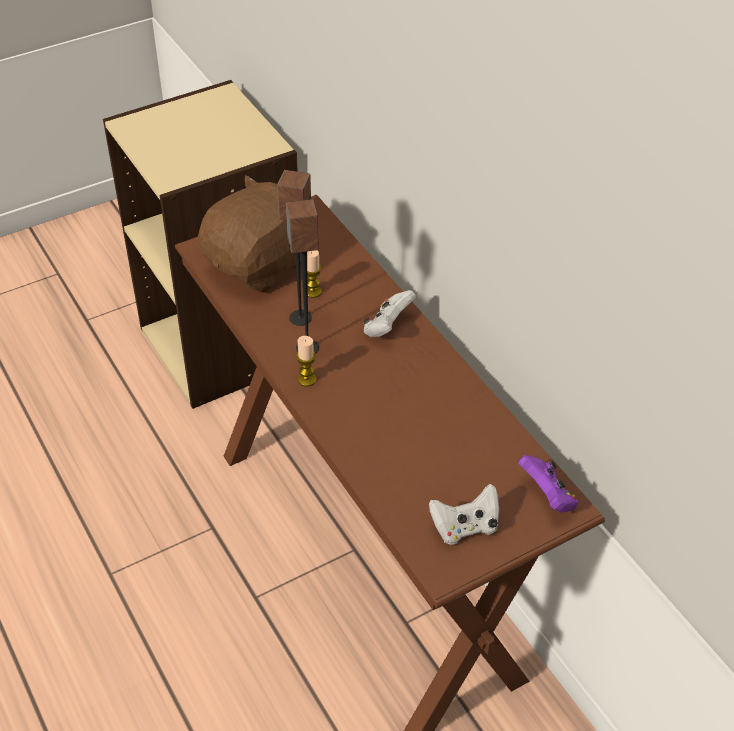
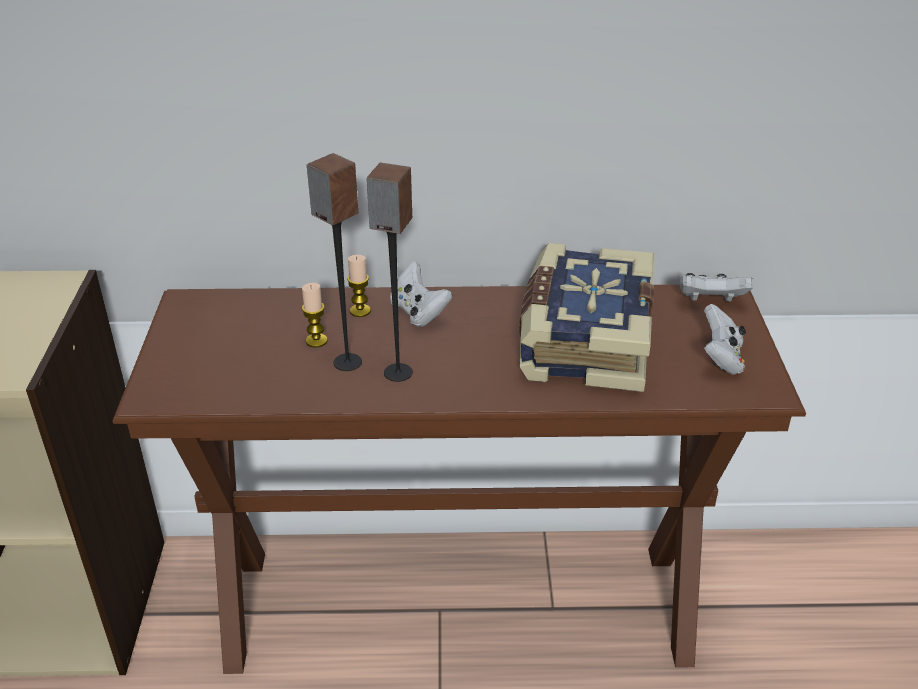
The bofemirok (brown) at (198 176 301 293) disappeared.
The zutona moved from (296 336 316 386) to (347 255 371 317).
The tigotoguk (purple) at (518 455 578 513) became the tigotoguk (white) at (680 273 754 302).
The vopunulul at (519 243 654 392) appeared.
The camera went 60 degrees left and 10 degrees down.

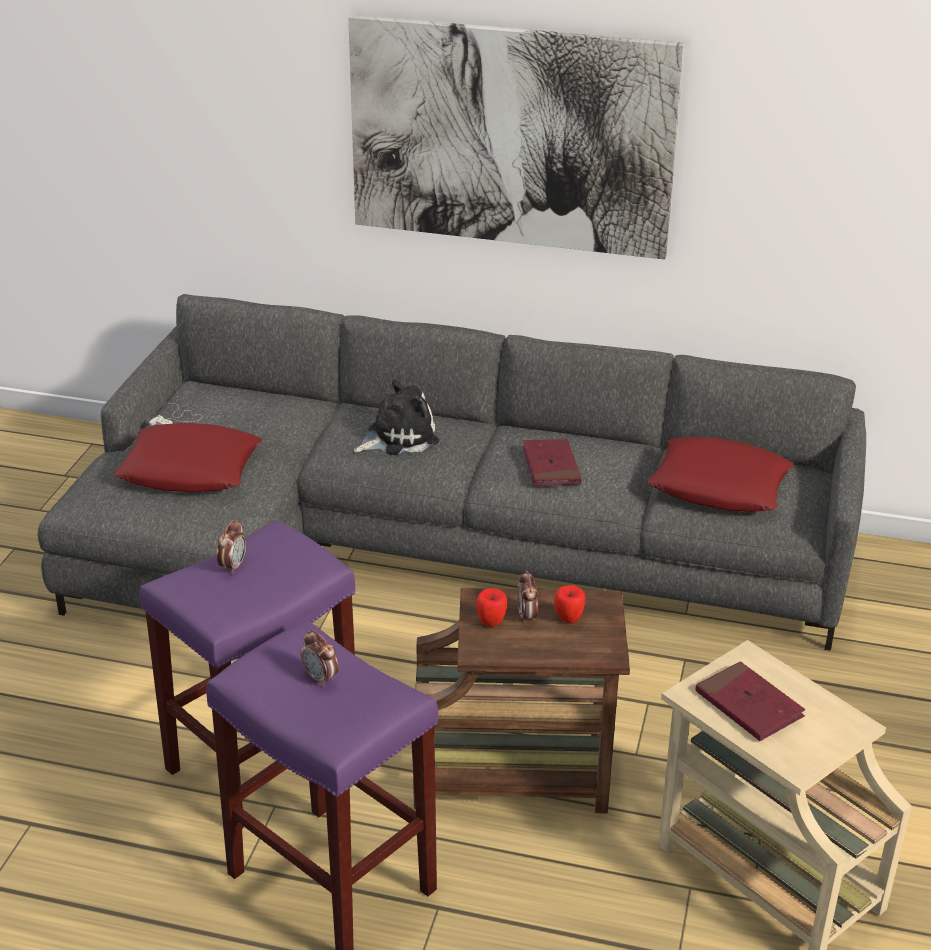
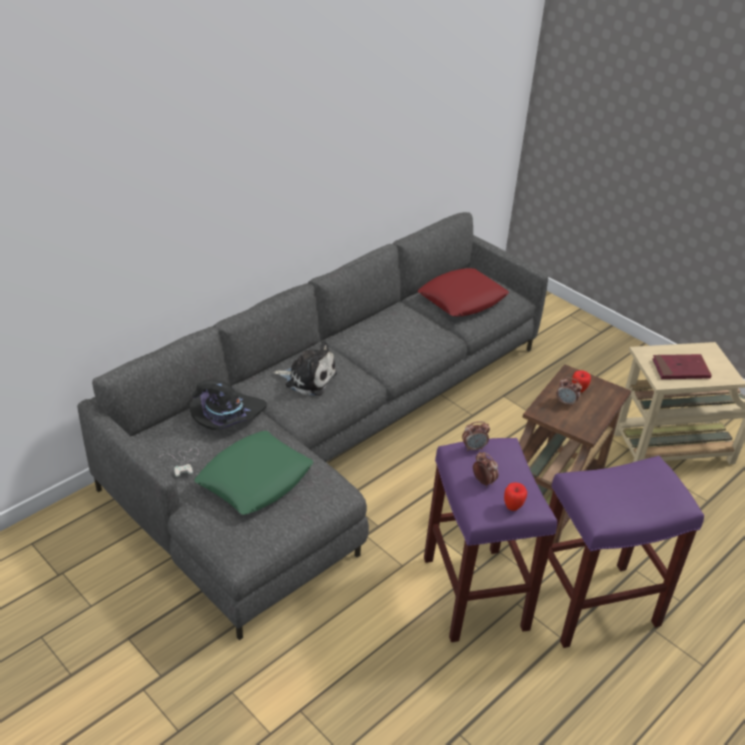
The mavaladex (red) at (114 423 262 492) became the mavaladex (green) at (194 431 313 515).
The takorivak moved from (301 630 339 687) to (462 421 490 451).
The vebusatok at (348 15 685 260) disappeared.
The bofemirok at (354 379 439 455) turned 105 degrees clockwise.
The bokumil moved from (476 588 507 626) to (504 482 527 511).
The vopunulul (red) at (522 439 581 486) disappeared.
The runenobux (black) at (190 380 267 430) appeared.
The camera went 60 degrees left and 5 degrees up.

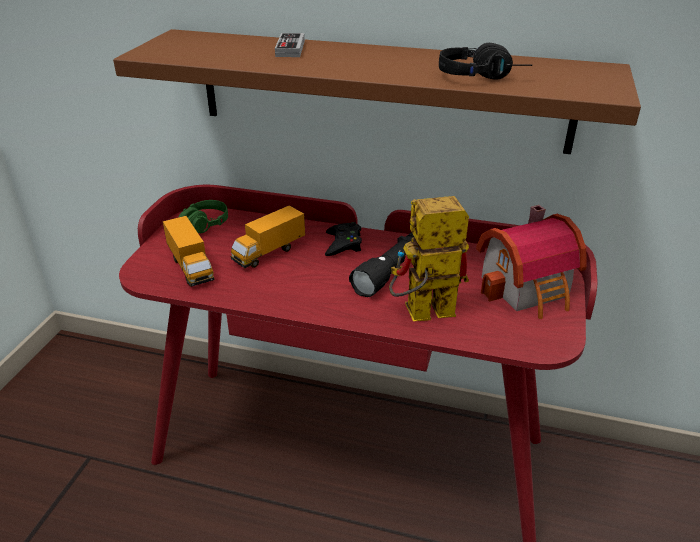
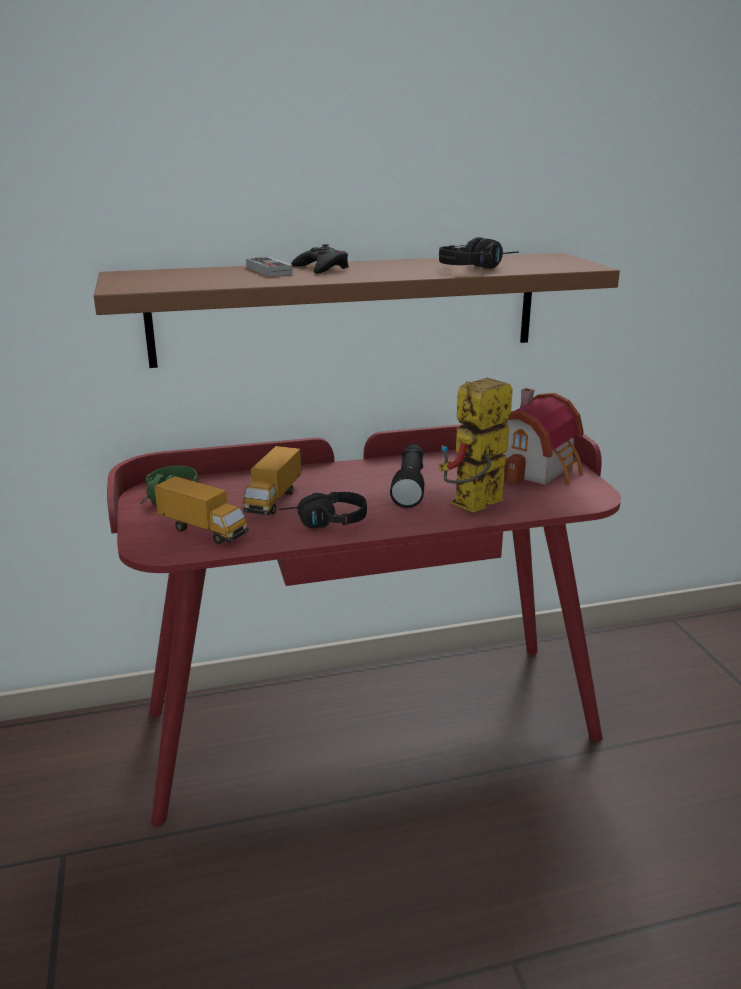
The tigotoguk (black) moved from (325 222 362 256) to (291 244 349 274).
The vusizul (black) at (279 492 367 528) appeared.
The camera went 30 degrees left and 10 degrees down.

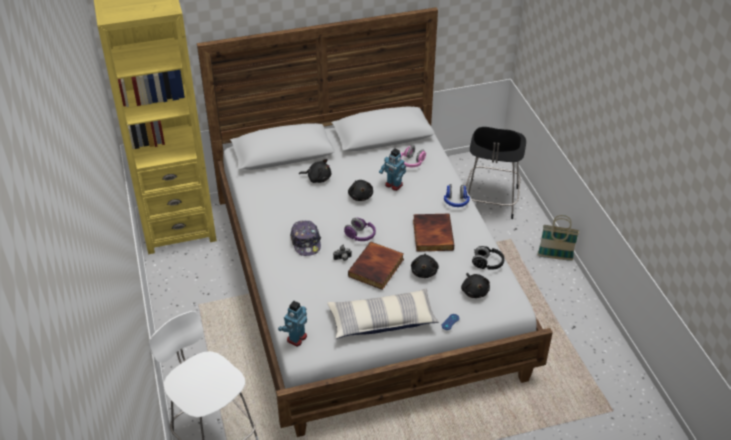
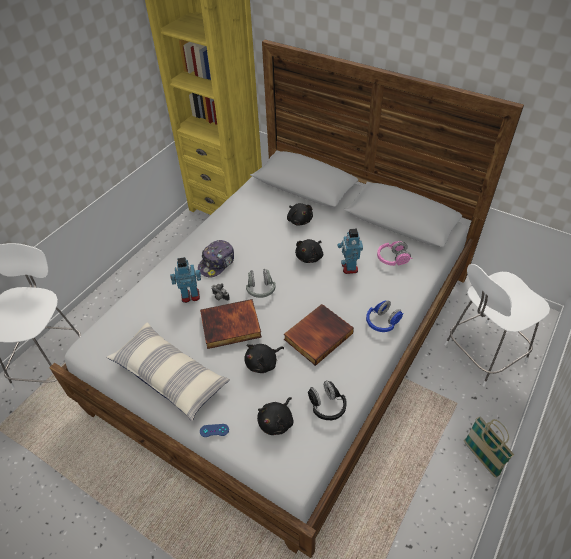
The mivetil moved from (278 301 307 347) to (170 257 201 303).
The vusizul (purple) at (344 218 376 241) became the vusizul (grey) at (246 269 276 298).
The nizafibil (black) at (466 127 526 219) became the nizafibil (white) at (444 264 550 387).
The camera went 50 degrees right and 5 degrees up.

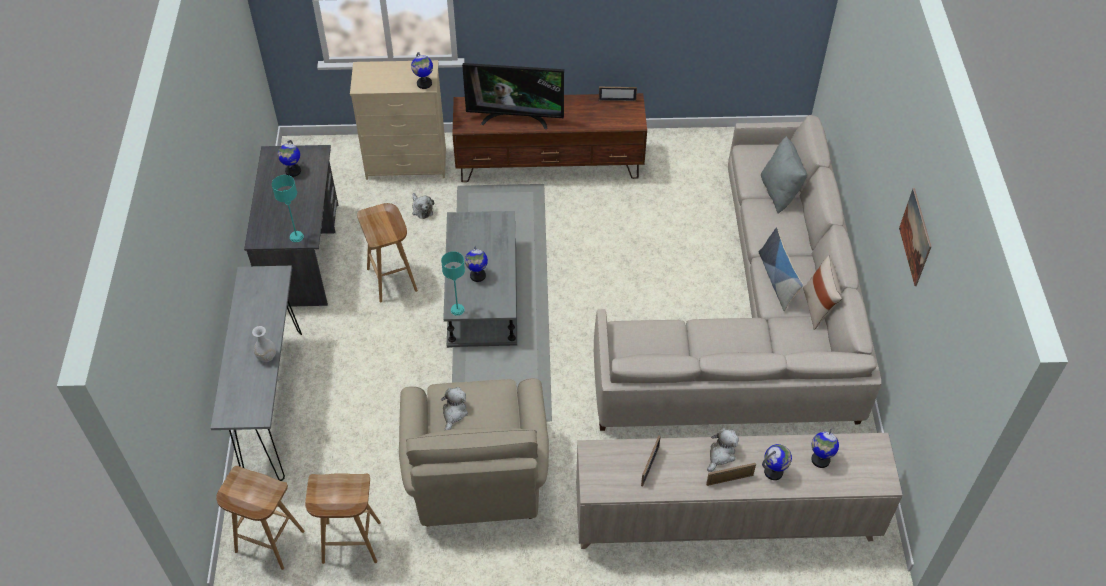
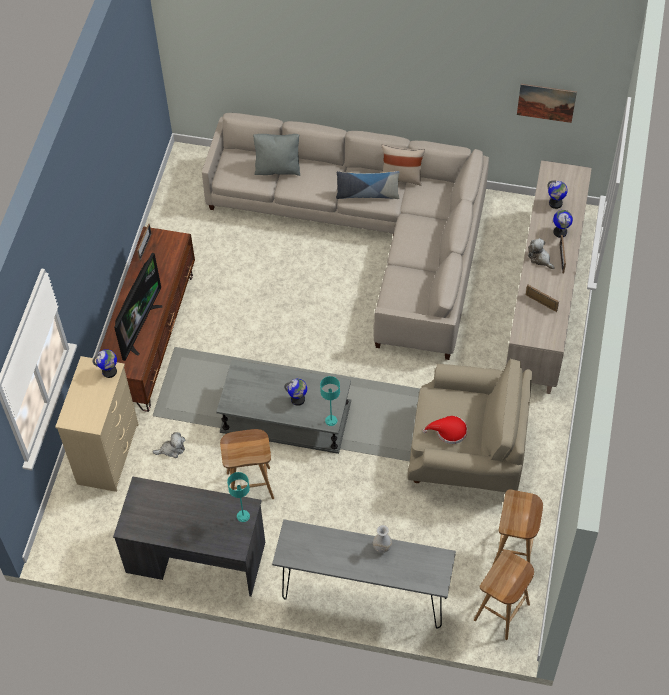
The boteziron at (278 140 301 177) disappeared.
The bofemirok at (441 387 468 430) was replaced by the runenobux (red) at (422 416 467 444).
The vebusatok moved from (899 188 931 286) to (517 84 577 123).
The camera went 75 degrees left and 5 degrees up.

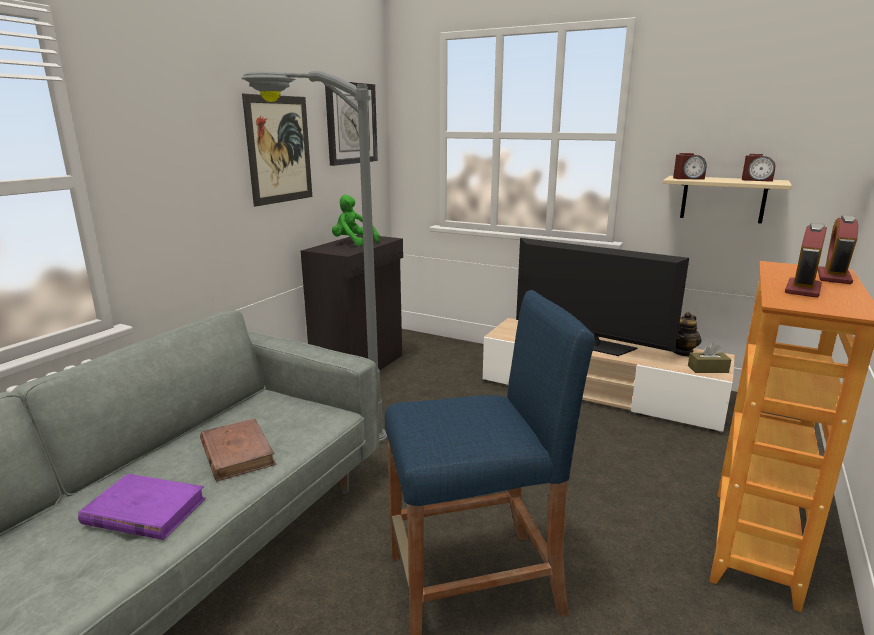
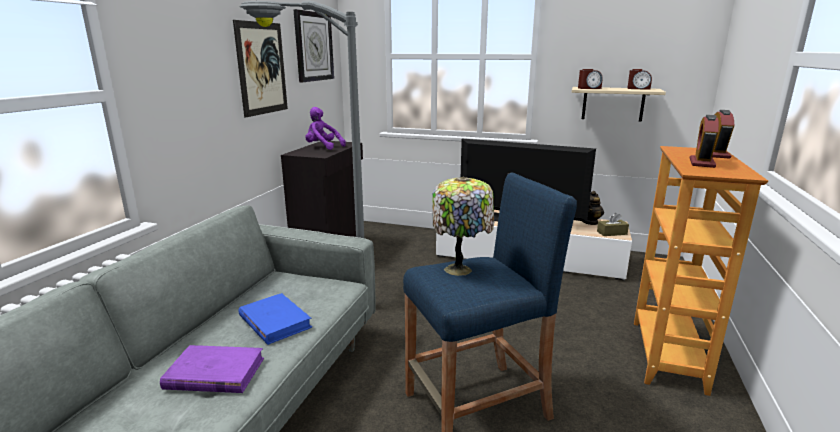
The vopunulul (brown) at (200 419 276 482) became the vopunulul (blue) at (238 293 312 345).
The bofemirok (green) at (332 195 380 246) became the bofemirok (purple) at (305 107 346 150).
The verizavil at (432 177 494 276) appeared.
The camera went 10 degrees left and 0 degrees up.

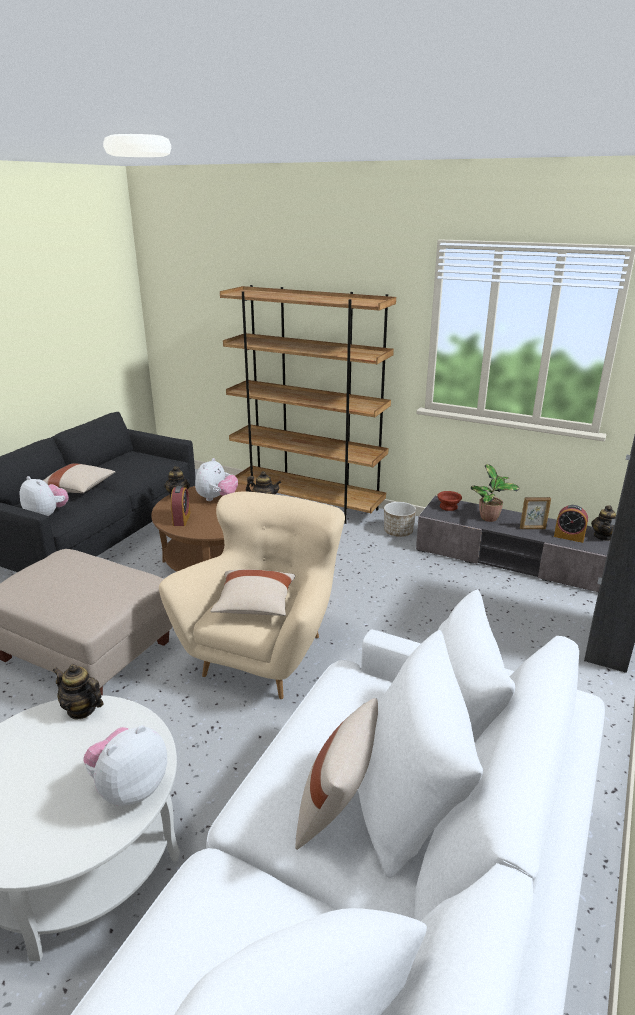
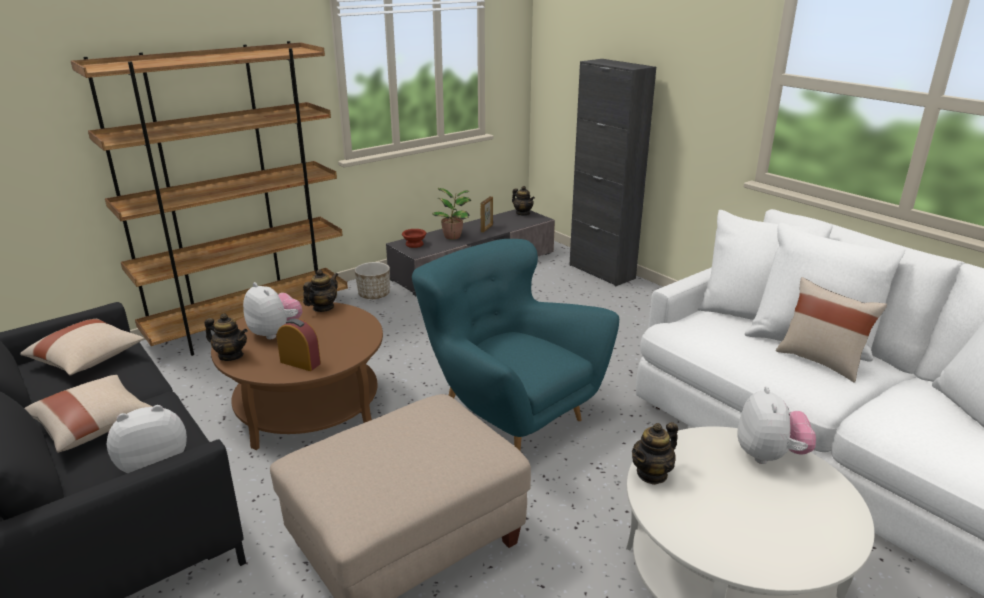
The bofemirok at (83 725 167 806) turned 150 degrees counterclockwise.
The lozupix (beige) at (159 491 345 699) became the lozupix (turquoise) at (412 239 619 451).
The mavaladex (beige) moved from (210 569 295 616) to (20 319 144 375).
The takorivak at (554 505 588 543) disappeared.
The camera went 65 degrees left and 0 degrees up.

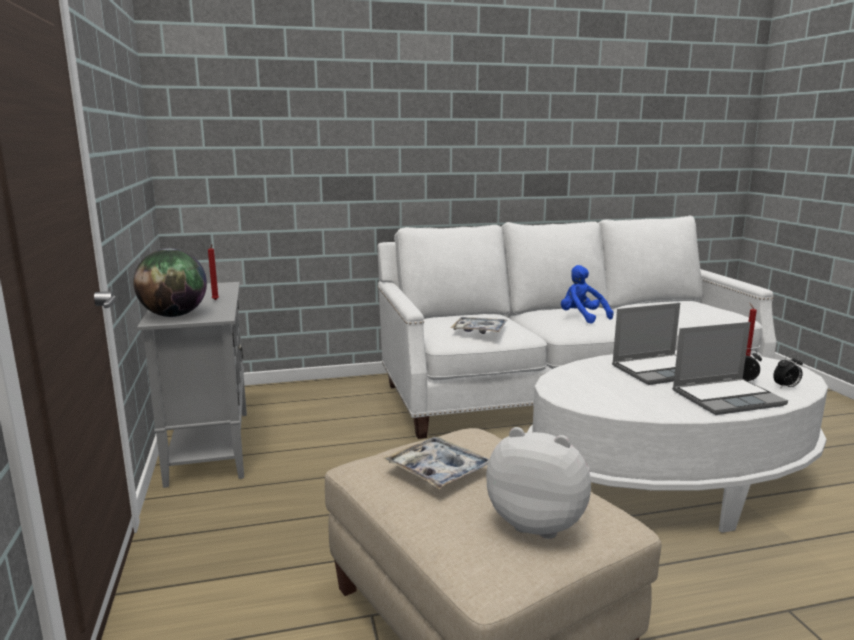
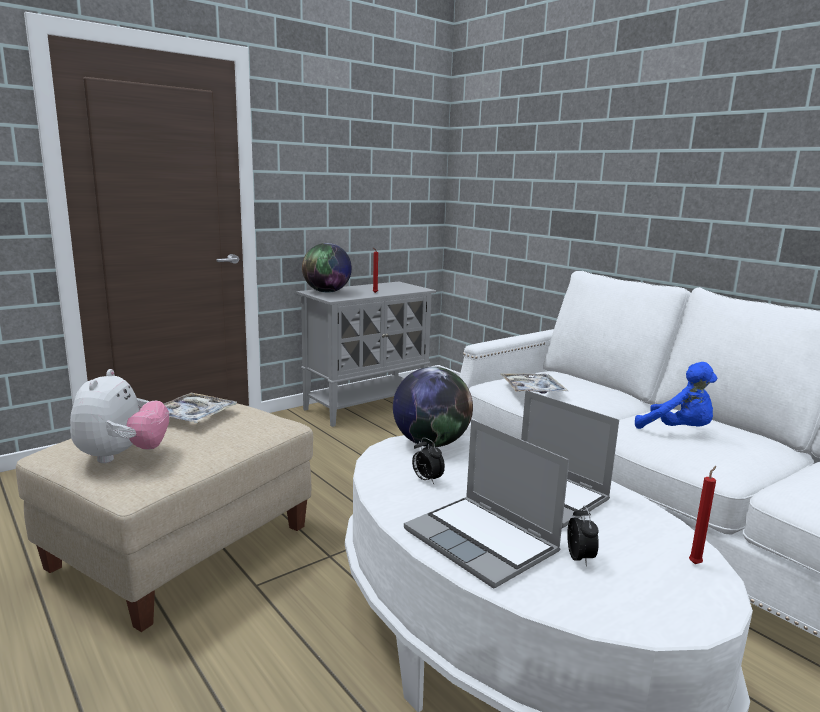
The bofemirok (blue) at (561 265 614 324) turned 105 degrees clockwise.
The takorivak moved from (773 355 803 389) to (412 438 445 484).
The boteziron at (393 367 473 447) appeared.
The camera went 65 degrees right and 0 degrees up.

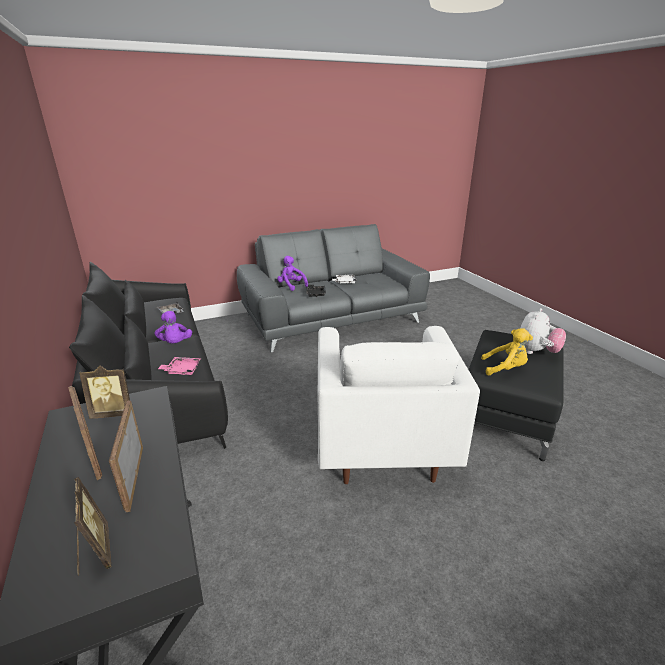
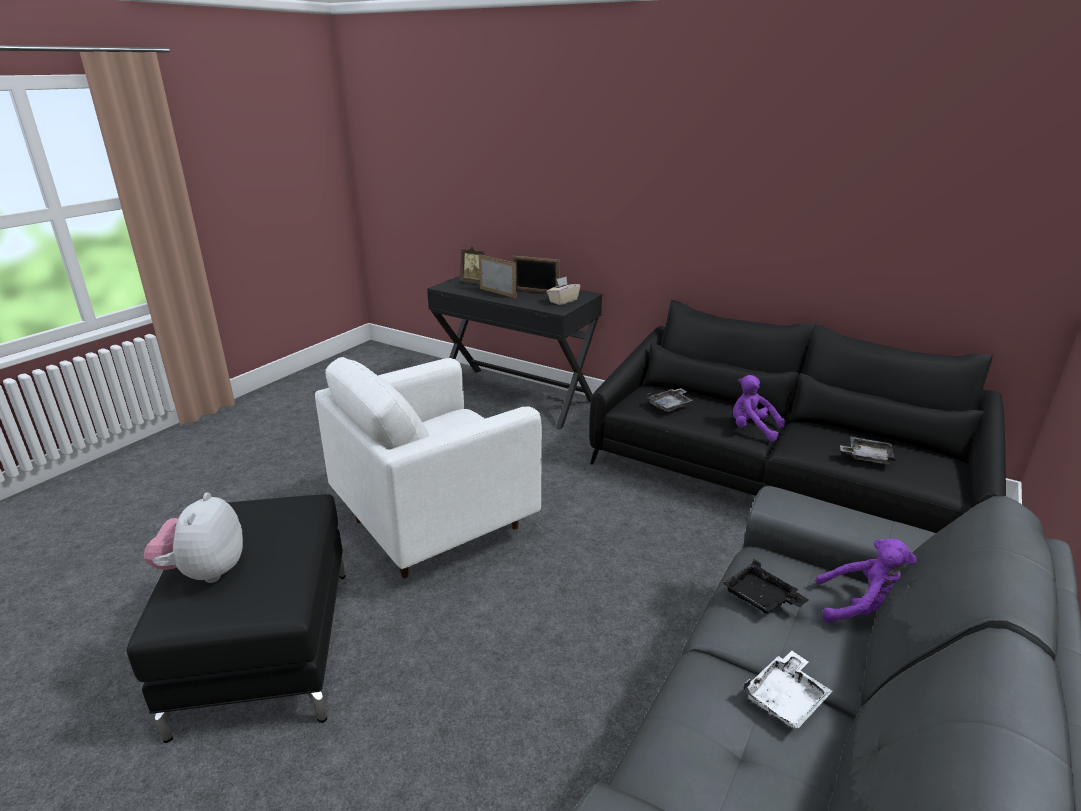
The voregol at (79 366 130 419) was replaced by the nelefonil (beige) at (547 277 580 305).
The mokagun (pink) at (158 357 201 375) became the mokagun (grey) at (647 388 693 412).
The lozupix (white) at (318 326 480 484) turned 90 degrees counterclockwise.
The bofemirok (yellow) at (481 328 533 375) disappeared.
The camera went 145 degrees right and 0 degrees up.

